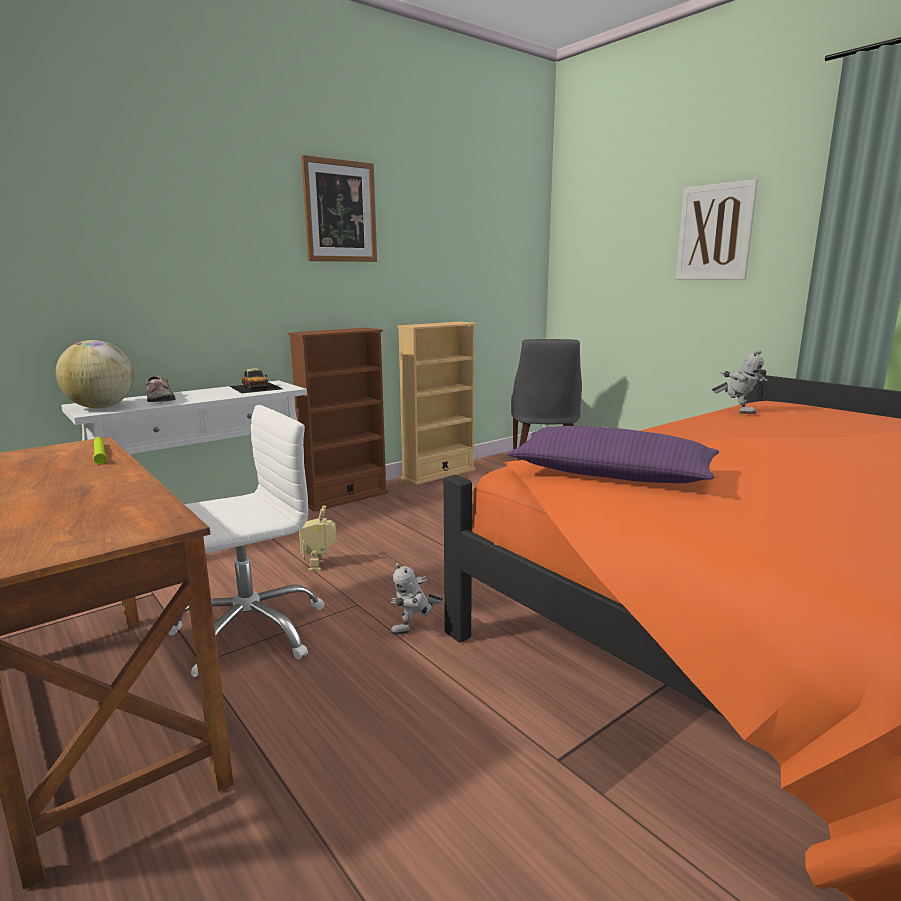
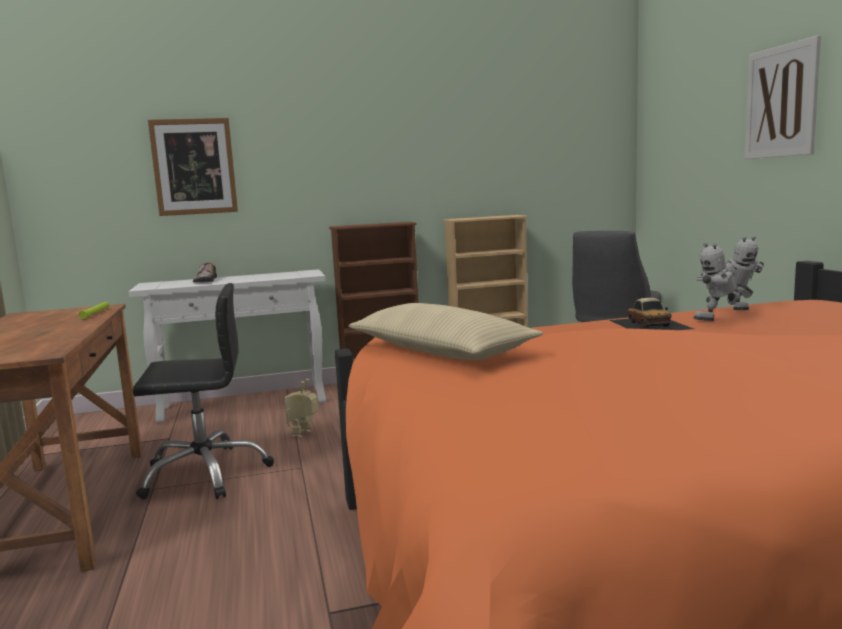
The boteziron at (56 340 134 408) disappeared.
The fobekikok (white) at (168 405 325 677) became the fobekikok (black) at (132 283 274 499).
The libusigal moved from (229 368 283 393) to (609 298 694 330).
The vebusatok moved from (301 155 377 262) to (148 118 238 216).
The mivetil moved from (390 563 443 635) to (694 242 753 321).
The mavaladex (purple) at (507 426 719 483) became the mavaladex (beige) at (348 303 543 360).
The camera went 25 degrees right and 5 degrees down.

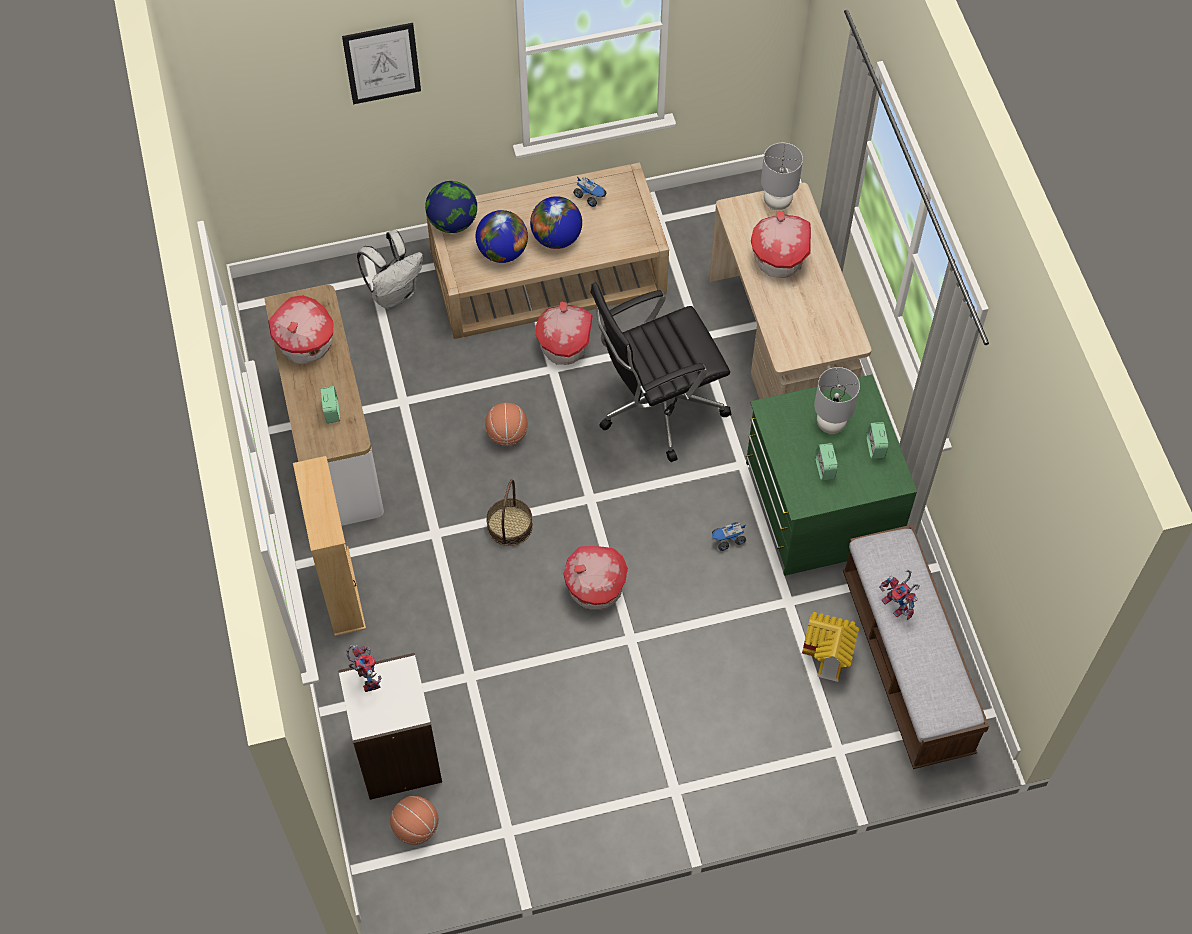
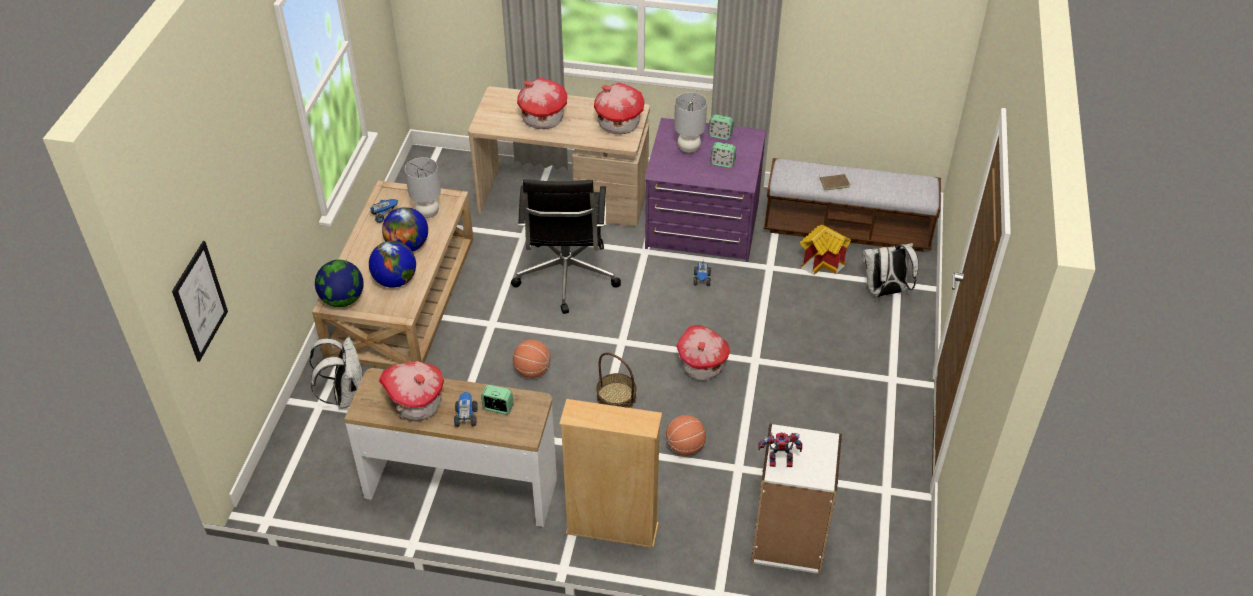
The vebusatok moved from (342 23 421 104) to (172 241 228 362).
The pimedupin moved from (390 796 439 845) to (666 415 706 456).
The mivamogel moved from (536 302 593 365) to (594 82 644 134).
The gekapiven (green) at (746 375 917 576) became the gekapiven (purple) at (644 118 766 262).
The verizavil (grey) moved from (761 143 803 210) to (405 157 441 218).
The mivetil at (879 570 920 620) was replaced by the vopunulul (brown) at (819 174 850 190).
The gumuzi at (454 392 478 427) appeared.
The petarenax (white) at (862 243 919 297) appeared.
The camera went 65 degrees left and 15 degrees down.

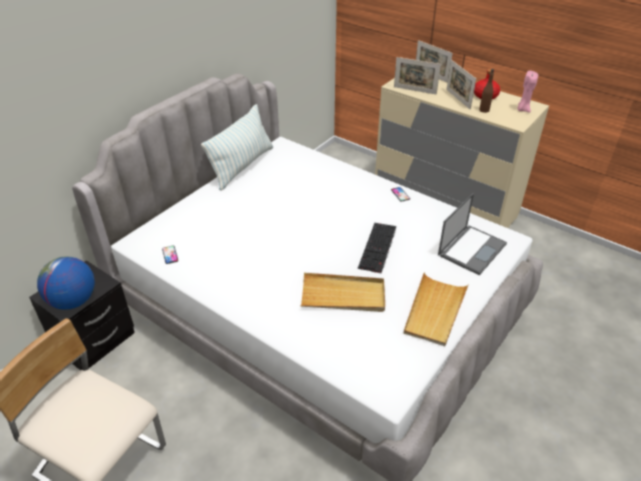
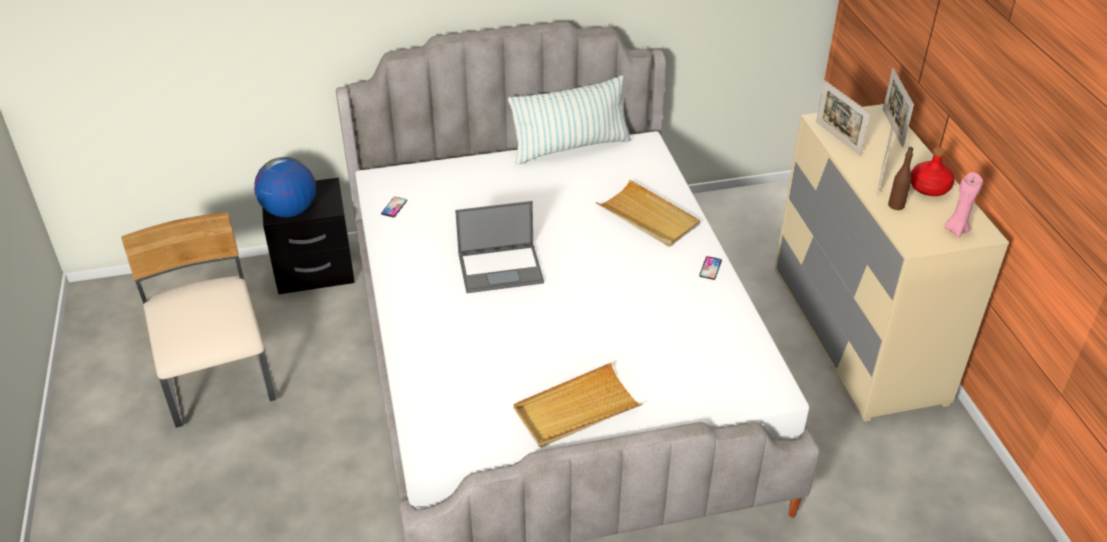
The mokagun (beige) moved from (301 273 385 312) to (596 180 700 247).
The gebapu at (358 223 396 273) disappeared.
The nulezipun moved from (438 193 507 275) to (455 201 544 293).
The camera went 40 degrees right and 0 degrees up.

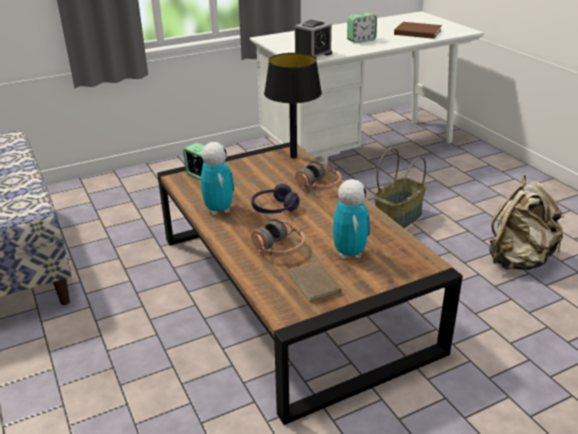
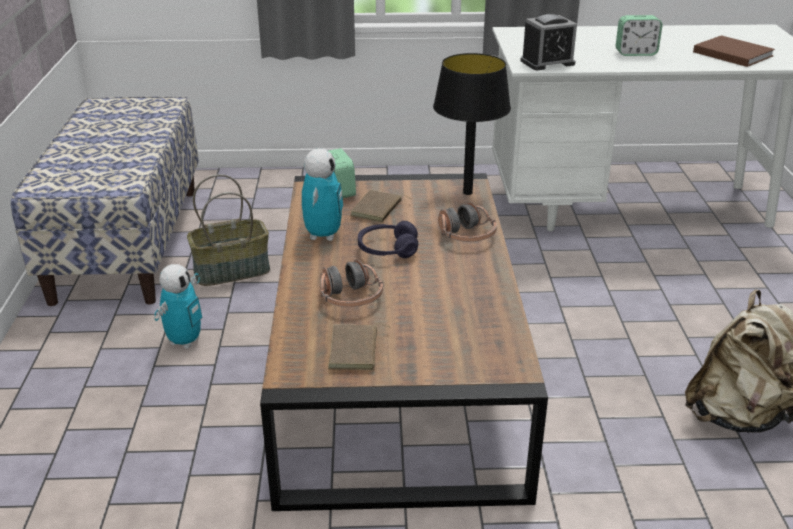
The mivetil moved from (333 179 370 259) to (154 264 203 349).
The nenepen moved from (374 148 426 229) to (187 174 270 286).
The vopunulul (brown) at (350 190 411 222) appeared.
The camera went 25 degrees right and 0 degrees up.

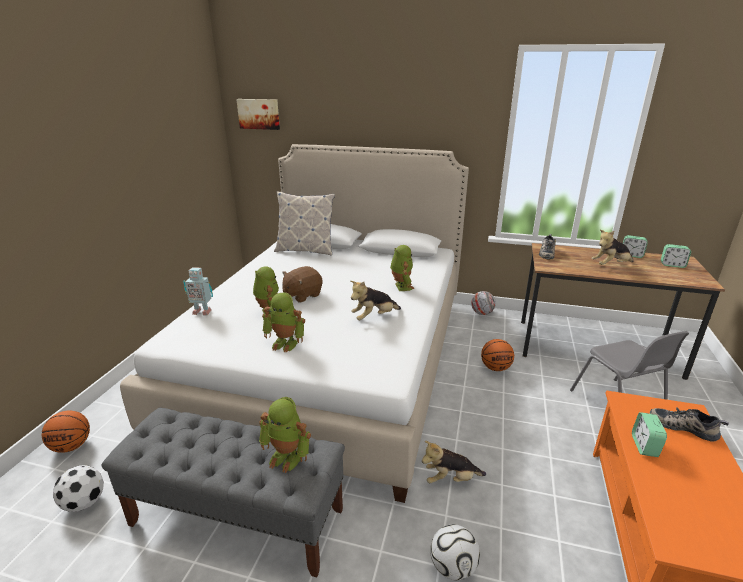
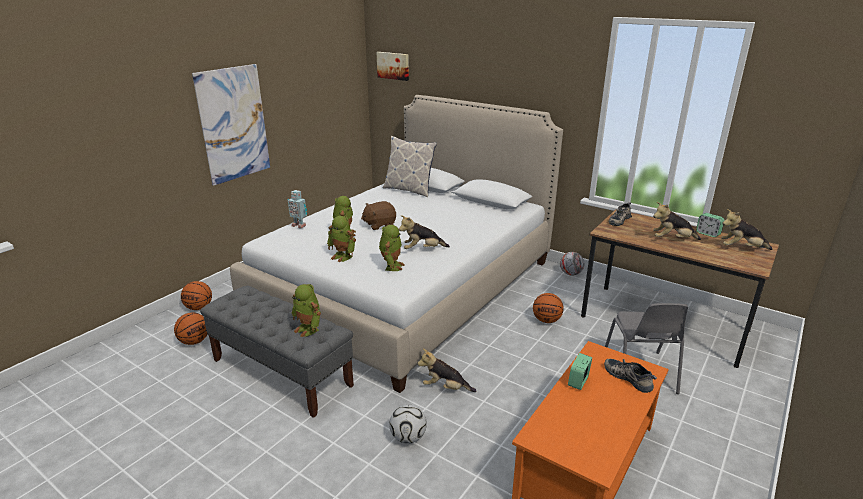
The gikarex at (53 465 104 512) was replaced by the pimedupin at (174 313 207 345).
The mivetil moved from (390 245 414 291) to (379 225 405 271).
The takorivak at (661 244 691 268) was replaced by the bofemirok at (721 209 773 250).
The vebusatok at (192 64 270 186) appeared.
The camera went 20 degrees right and 0 degrees up.

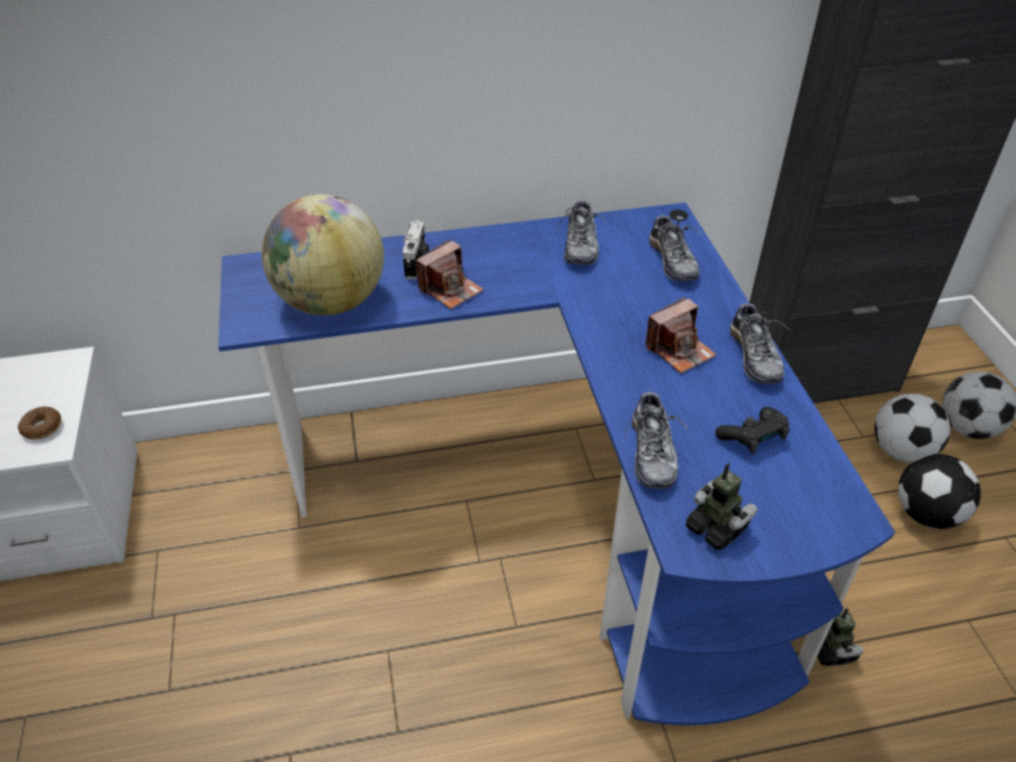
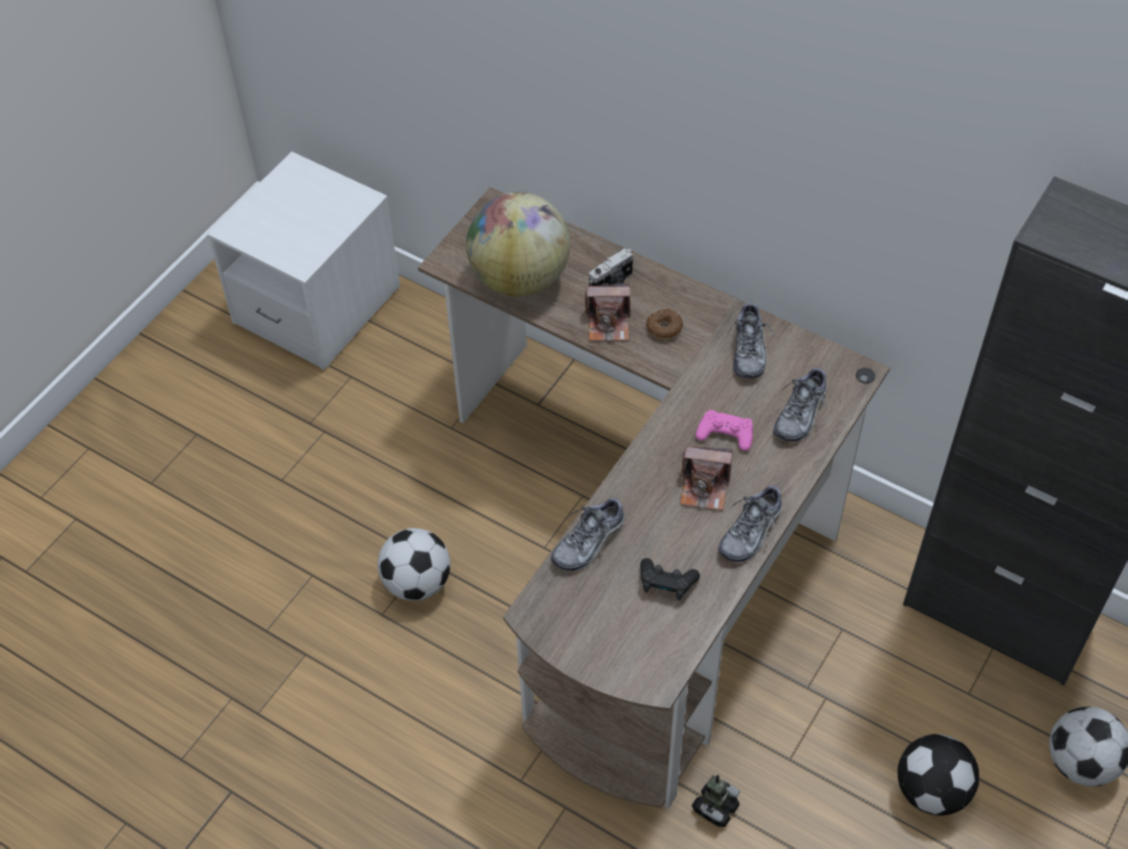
The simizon moved from (18 406 61 440) to (646 309 683 340).
The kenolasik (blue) at (218 202 895 725) became the kenolasik (brown) at (418 187 890 809).
The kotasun at (558 200 606 265) turned 45 degrees counterclockwise.
The mivetil at (686 463 758 550) disappeared.
The gikarex moved from (874 393 950 463) to (378 528 450 601).
The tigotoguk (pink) at (696 410 753 451) appeared.
The camera went 45 degrees right and 10 degrees up.

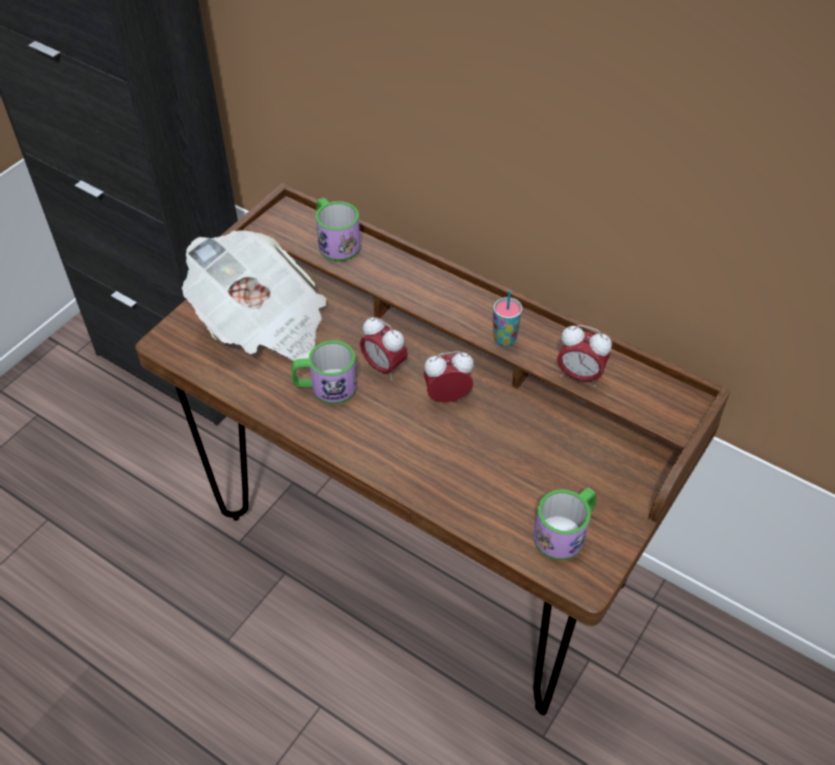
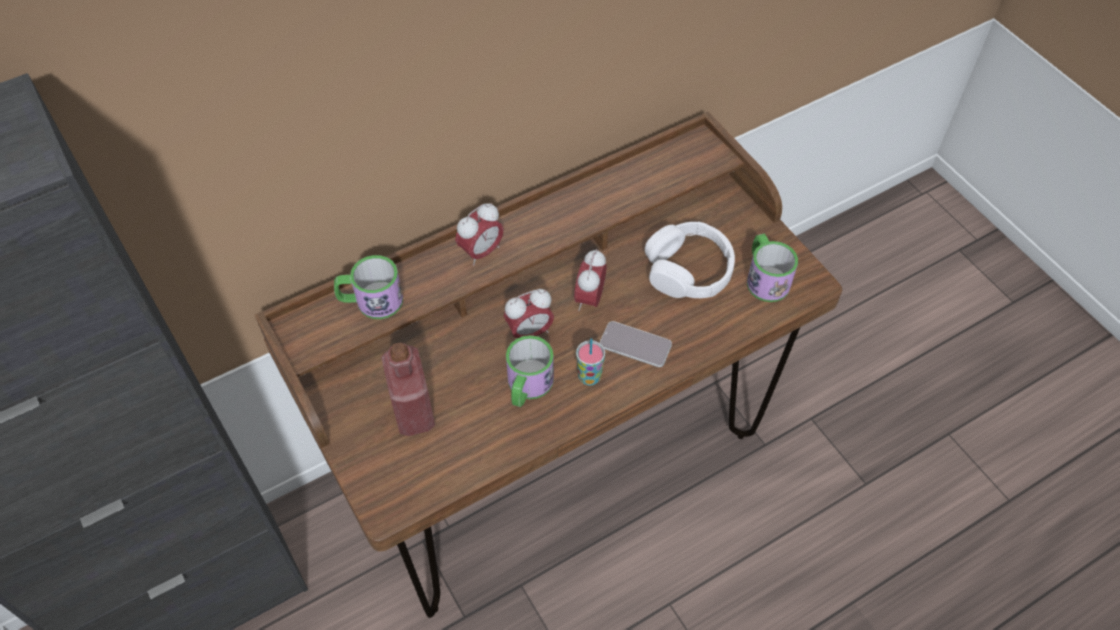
The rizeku at (182 230 326 361) was replaced by the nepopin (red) at (381 342 435 436).
The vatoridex moved from (493 290 522 346) to (576 339 605 386).
The takorivak moved from (557 325 612 387) to (455 203 504 266).
The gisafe at (600 321 672 367) appeared.
The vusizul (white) at (645 222 735 298) appeared.
The camera went 65 degrees left and 5 degrees up.

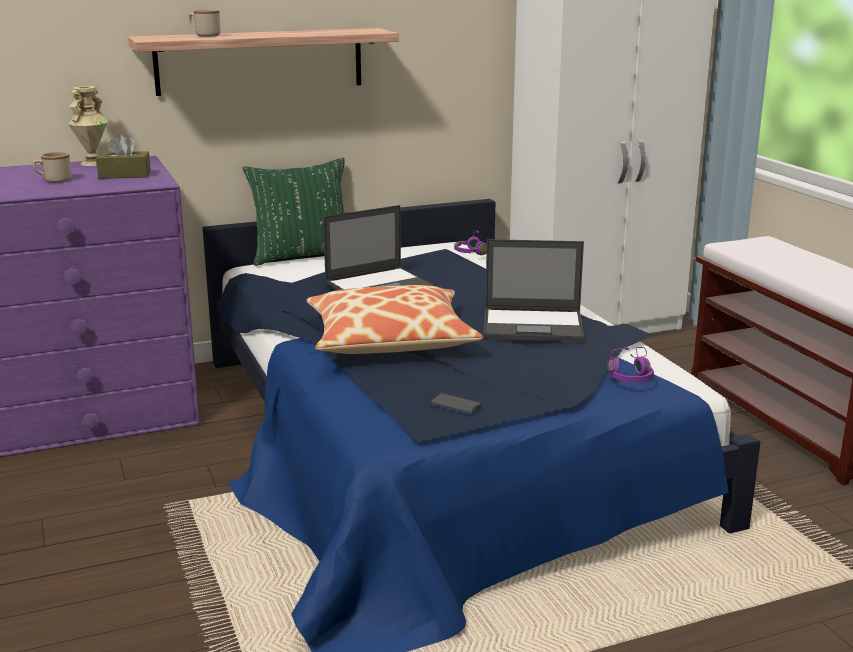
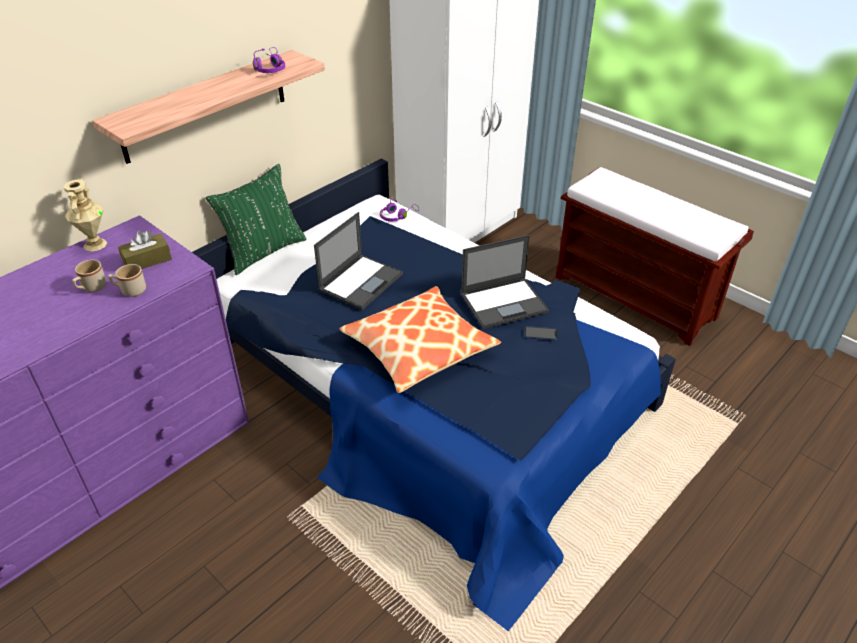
The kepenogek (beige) moved from (189 9 220 37) to (108 264 146 297).
The gisafe moved from (429 393 482 415) to (525 326 557 340).
The vusizul (purple) moved from (607 347 654 382) to (253 47 285 73).
The camera went 25 degrees left and 20 degrees up.

